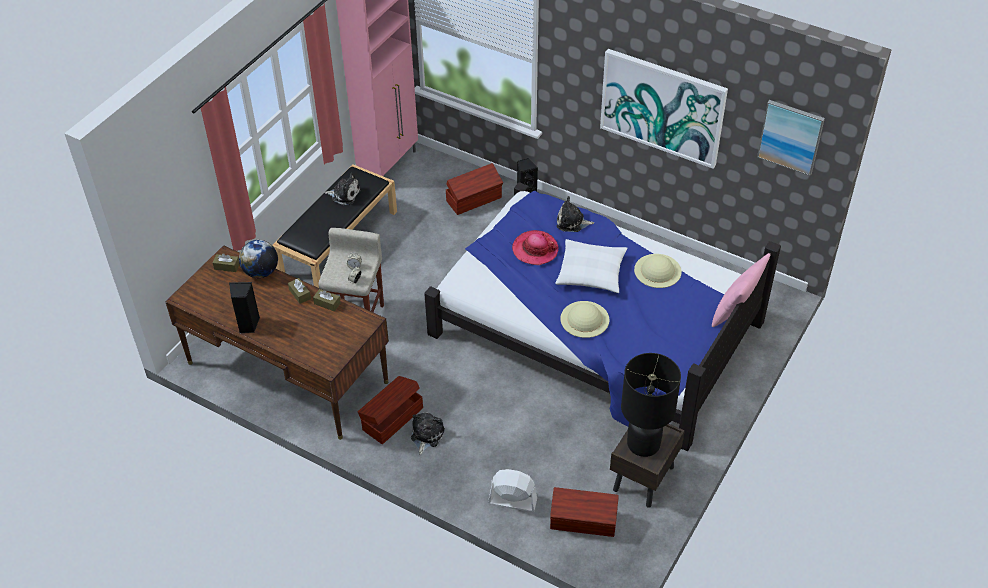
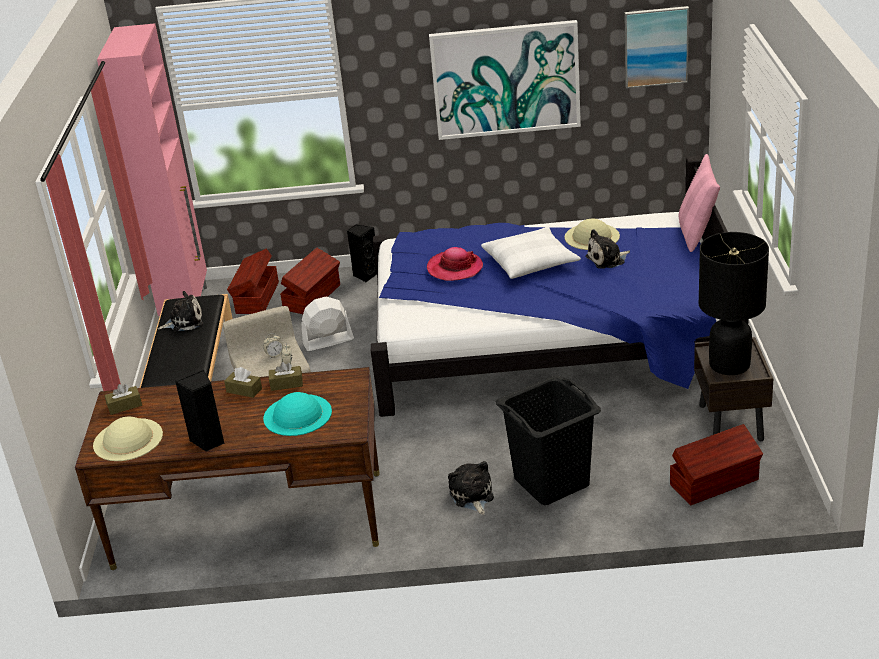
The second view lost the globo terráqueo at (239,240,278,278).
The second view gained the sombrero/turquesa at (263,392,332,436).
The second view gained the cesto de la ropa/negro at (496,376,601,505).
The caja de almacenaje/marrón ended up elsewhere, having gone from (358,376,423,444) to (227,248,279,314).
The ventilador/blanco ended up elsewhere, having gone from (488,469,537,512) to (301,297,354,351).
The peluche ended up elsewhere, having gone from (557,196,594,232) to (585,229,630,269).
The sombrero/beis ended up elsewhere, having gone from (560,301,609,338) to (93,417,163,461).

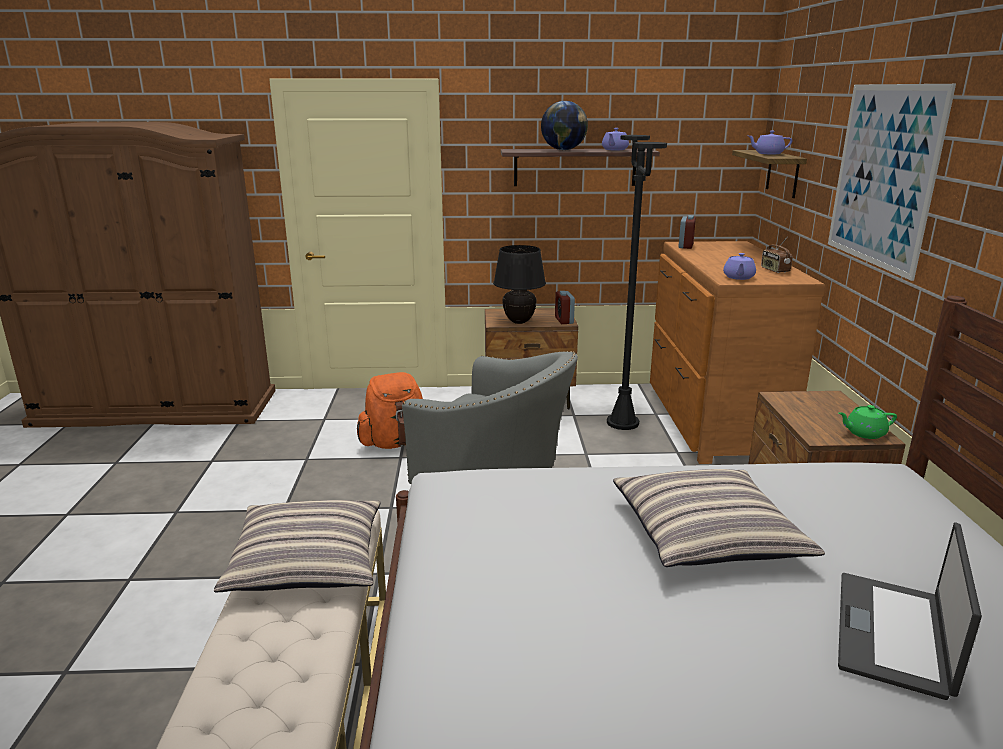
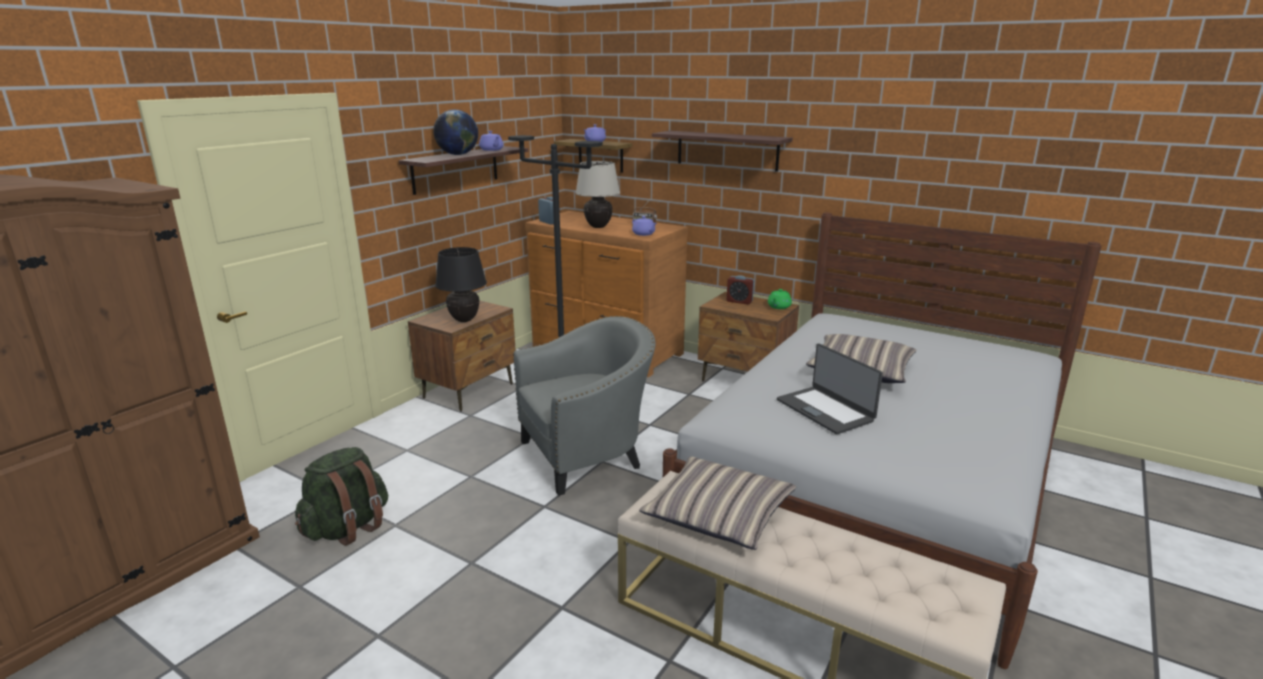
The second view lost the mochila/naranja at (357,372,423,449).
The second view gained the mochila/verde at (295,447,388,546).
The second view gained the lámpara de mesa/beis at (575,161,620,228).
The despertador ended up elsewhere, having gone from (555,291,575,324) to (727,275,754,304).
The portátil ended up elsewhere, having gone from (838,522,982,700) to (777,343,883,434).
Where the cuadro hung at (828,84,956,281), the estante came to hang at (652,131,793,172).

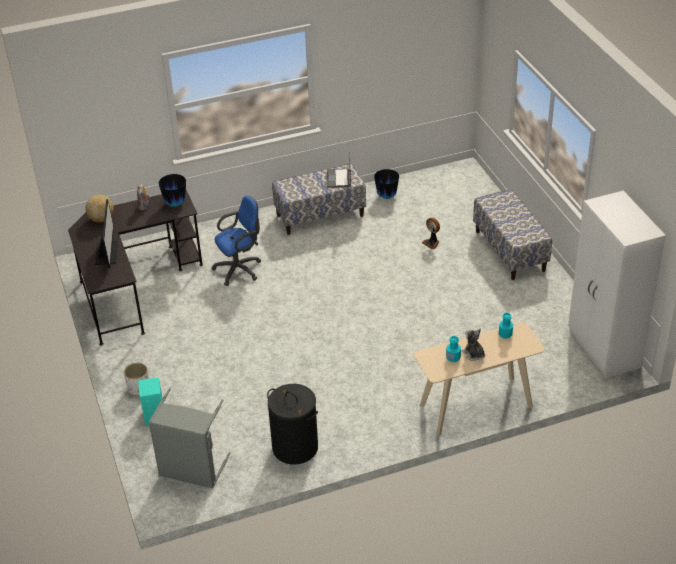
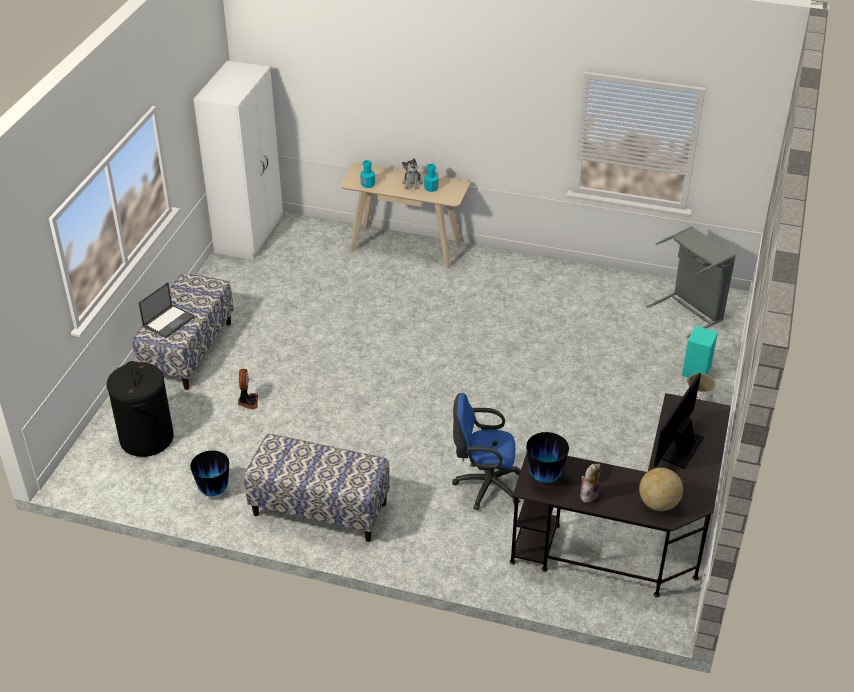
The cesto de la ropa/negro ended up elsewhere, having gone from (267,384,318,465) to (107,361,174,457).
The portátil ended up elsewhere, having gone from (327,151,351,188) to (139,282,195,338).

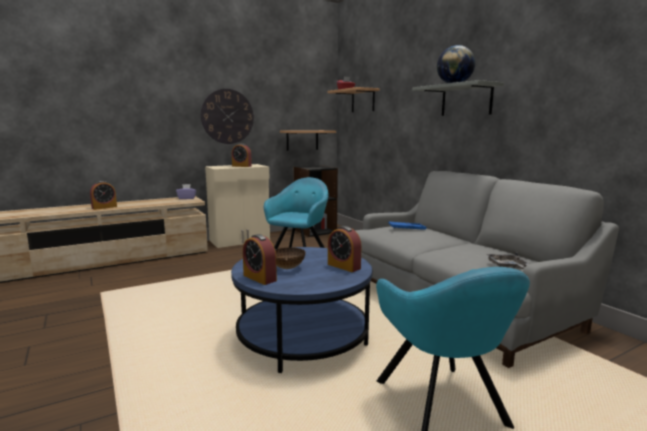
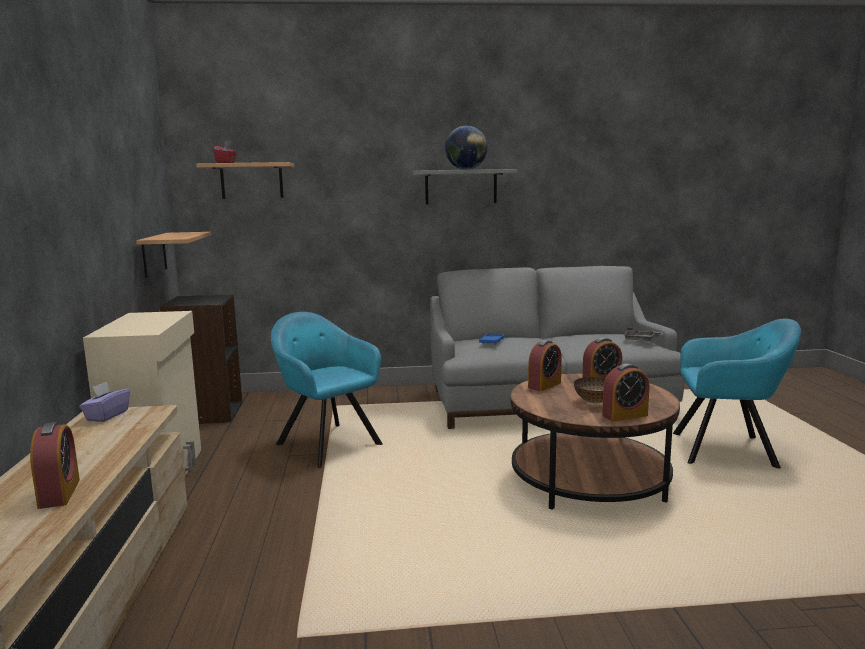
The second view lost the reloj de pared at (201,89,254,144).
The despertador ended up elsewhere, having gone from (232,143,252,167) to (528,340,562,391).
What was the mesa de centro/azul at (231,247,372,373) turned into the mesa de centro/marrón at (510,373,680,510).

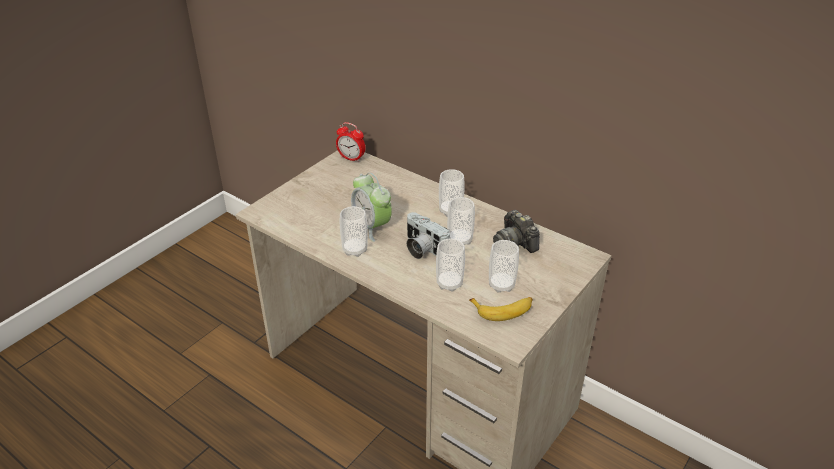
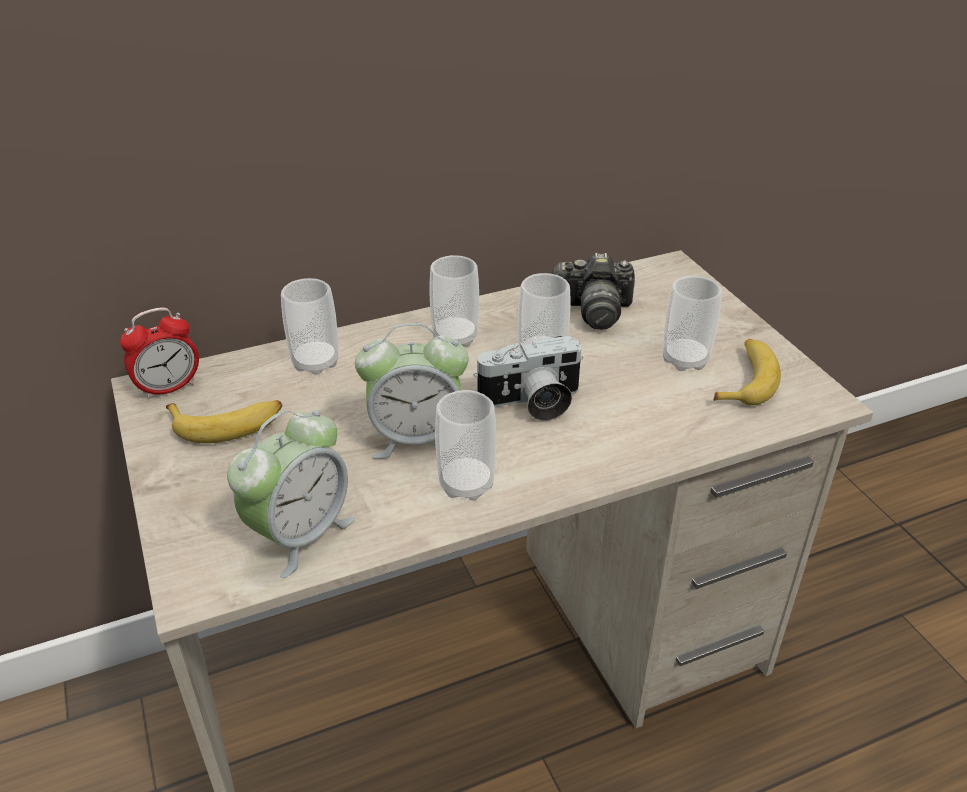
The second view gained the plátano at (166,400,282,443).
The second view gained the despertador at (227,410,355,578).
The taza ended up elsewhere, having gone from (436,239,465,292) to (281,278,339,375).

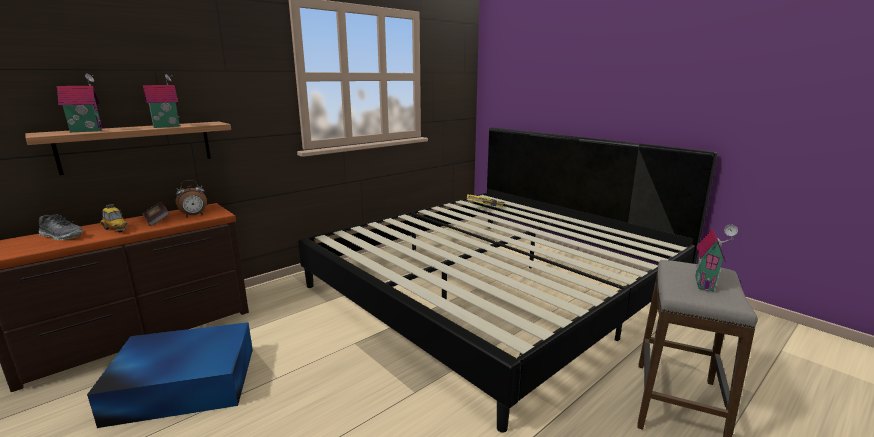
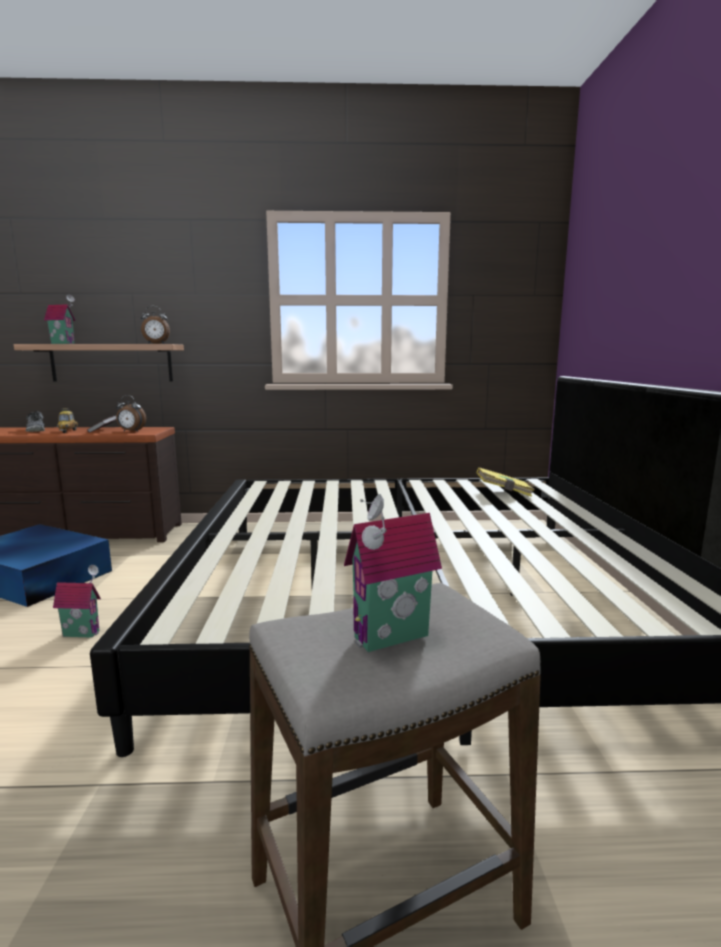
The second view gained the despertador at (141,306,170,344).
The casita ended up elsewhere, having gone from (143,74,181,128) to (53,565,101,638).

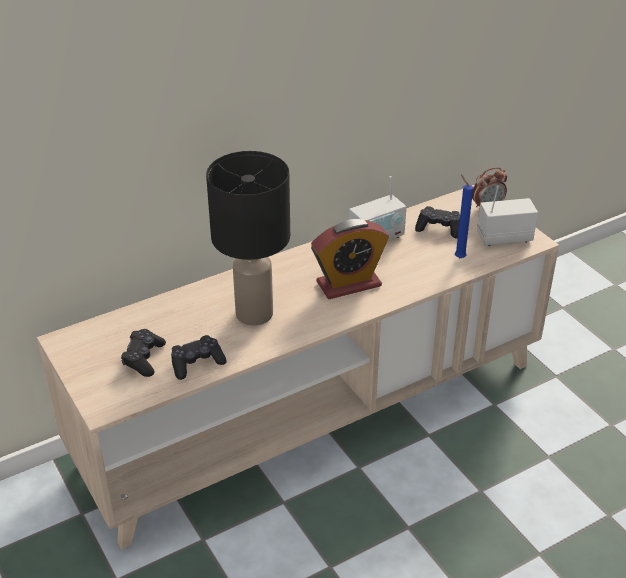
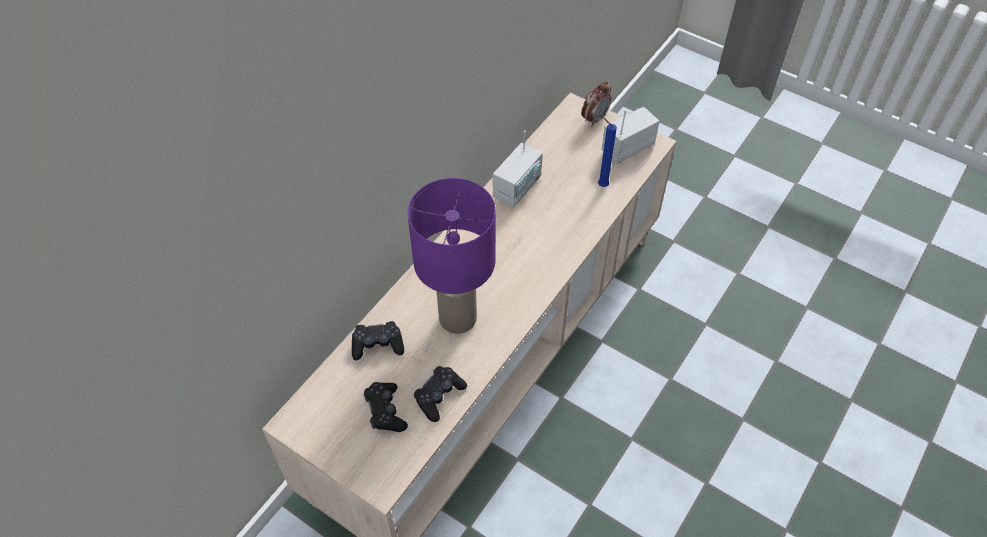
The second view lost the despertador at (311,219,389,299).
The mando de consola/negro ended up elsewhere, having gone from (415,206,460,238) to (352,321,404,360).
What was the lámpara de mesa/negro at (206,151,290,326) turned into the lámpara de mesa/morado at (408,178,496,334).

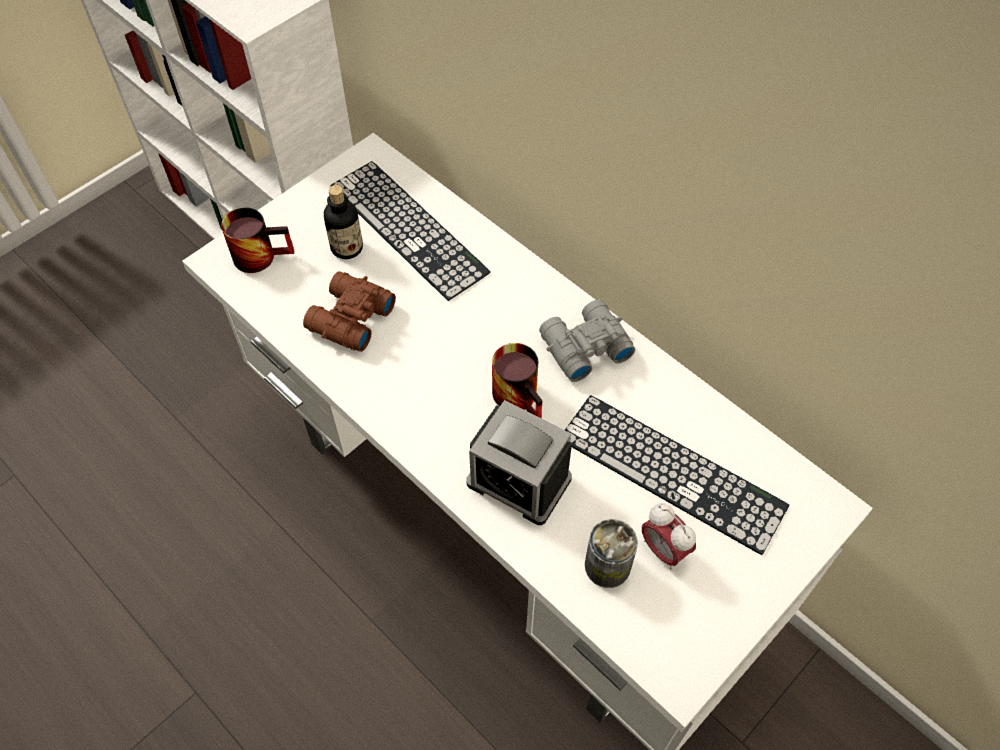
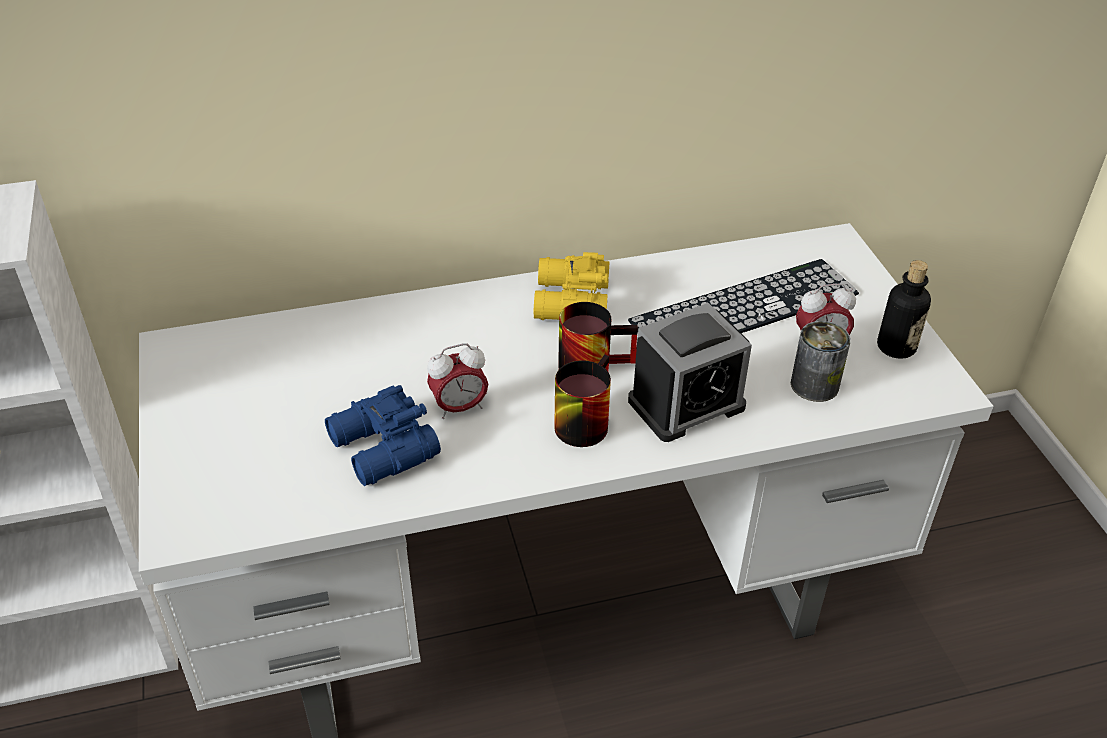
The second view lost the teclado at (330,161,490,301).
The second view gained the despertador at (427,343,488,419).
The taza grande ended up elsewhere, having gone from (221,207,294,273) to (554,355,611,447).
The botella ended up elsewhere, having gone from (324,185,363,259) to (877,260,931,359).
What was the prismáticos/marrón at (303,271,396,352) turned into the prismáticos/azul at (325,385,441,486).
What was the prismáticos/gris at (539,299,635,382) turned into the prismáticos/amarillo at (534,252,609,320).

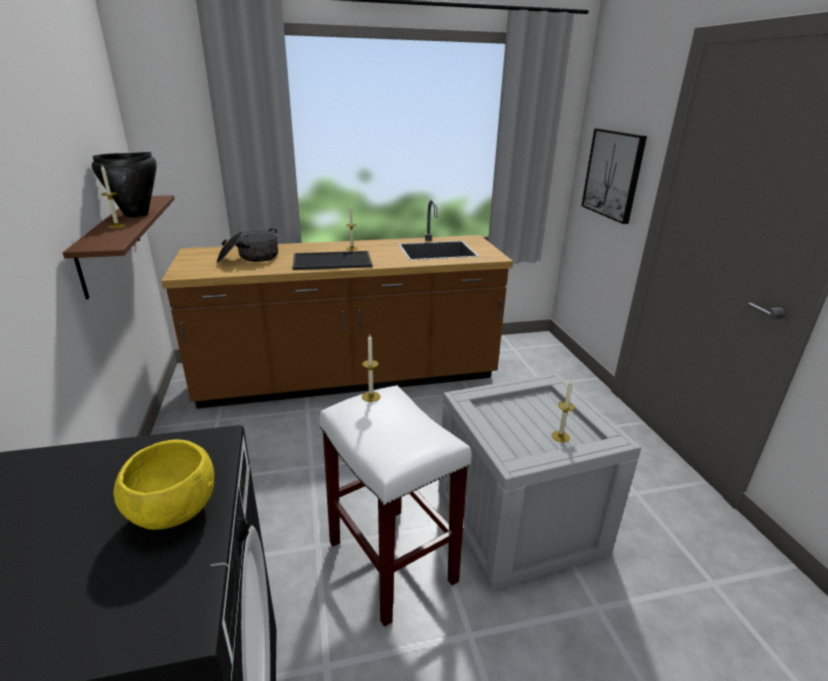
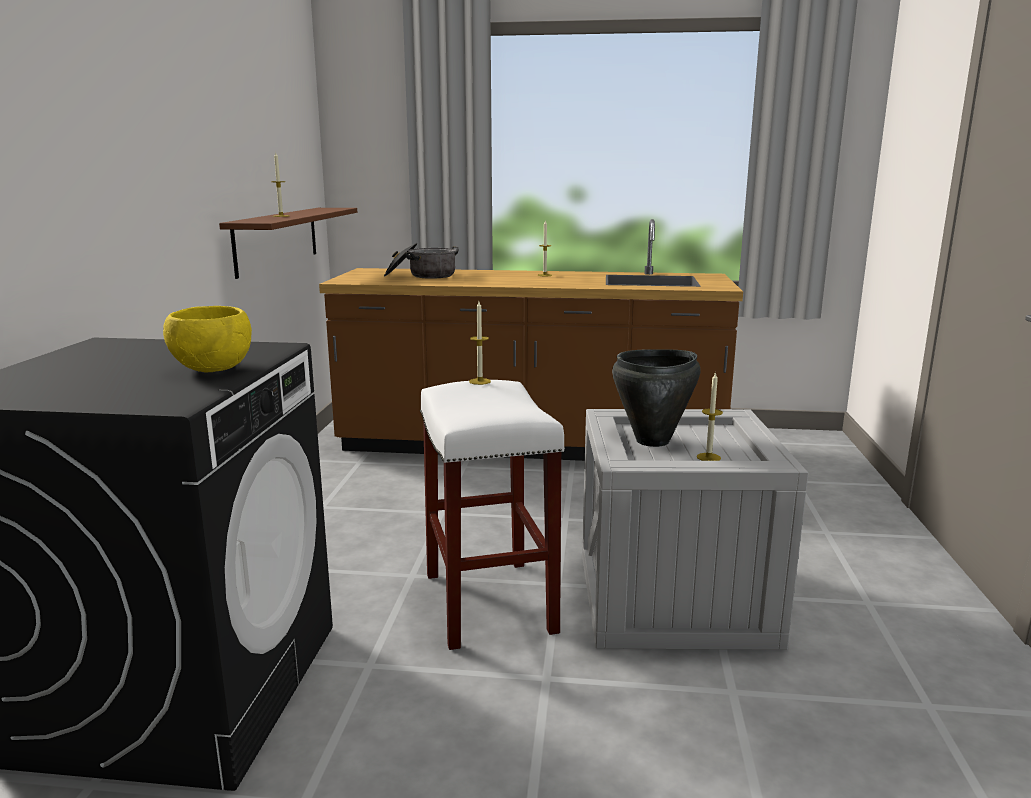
The second view lost the bandeja at (293,251,372,270).
The second view lost the cuadro at (582,128,647,224).
The olla/negro ended up elsewhere, having gone from (92,152,157,217) to (612,349,701,447).

